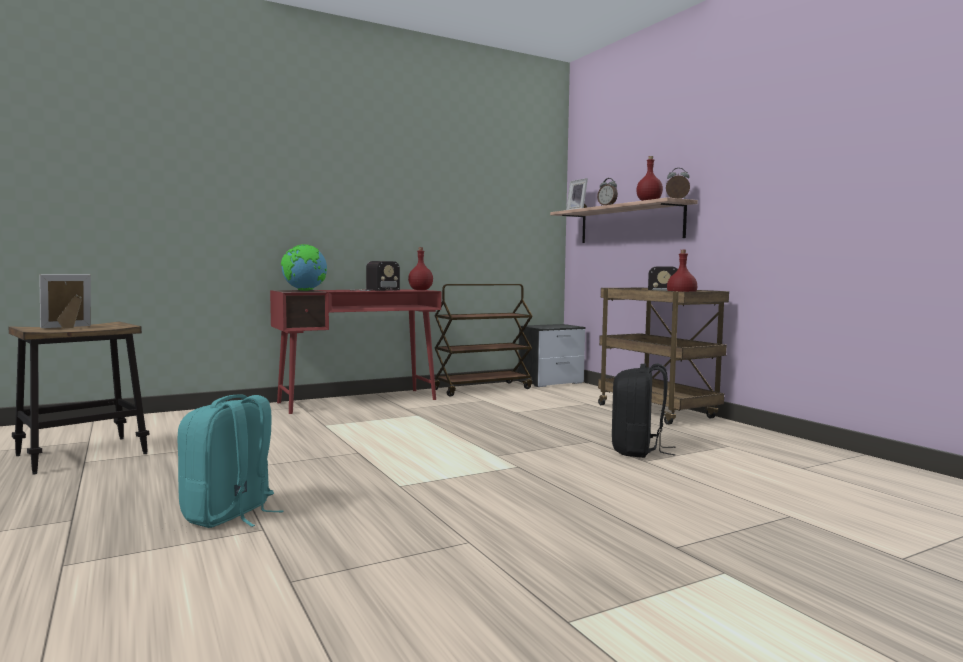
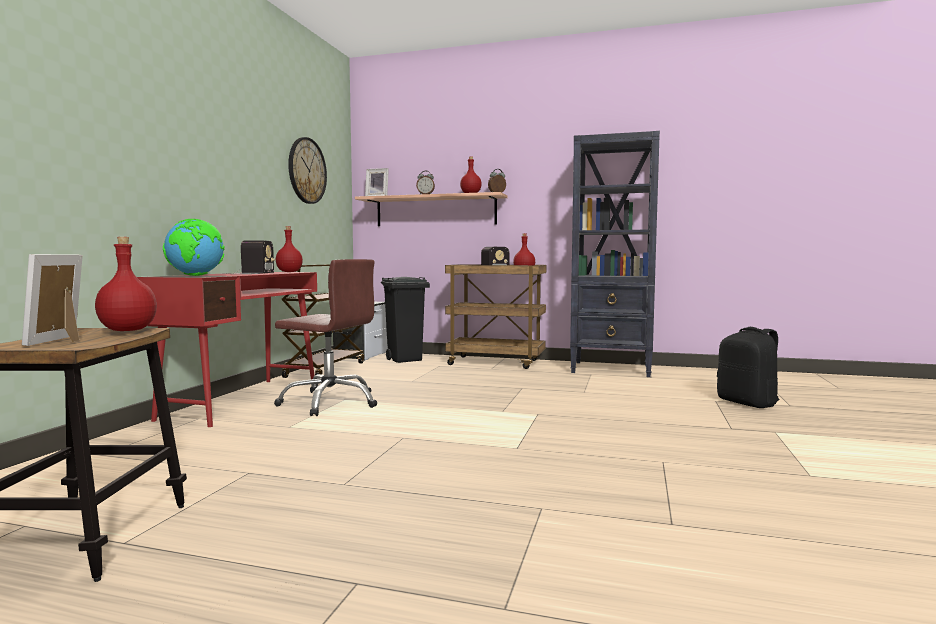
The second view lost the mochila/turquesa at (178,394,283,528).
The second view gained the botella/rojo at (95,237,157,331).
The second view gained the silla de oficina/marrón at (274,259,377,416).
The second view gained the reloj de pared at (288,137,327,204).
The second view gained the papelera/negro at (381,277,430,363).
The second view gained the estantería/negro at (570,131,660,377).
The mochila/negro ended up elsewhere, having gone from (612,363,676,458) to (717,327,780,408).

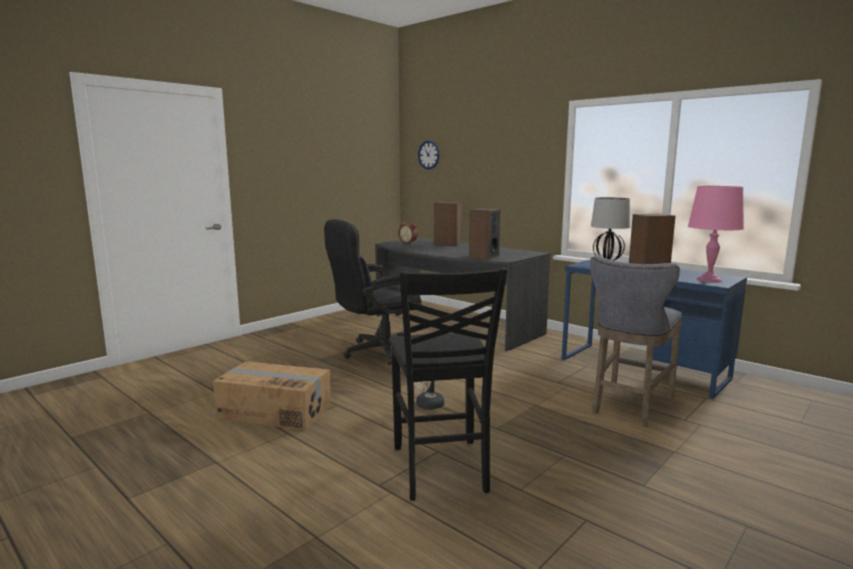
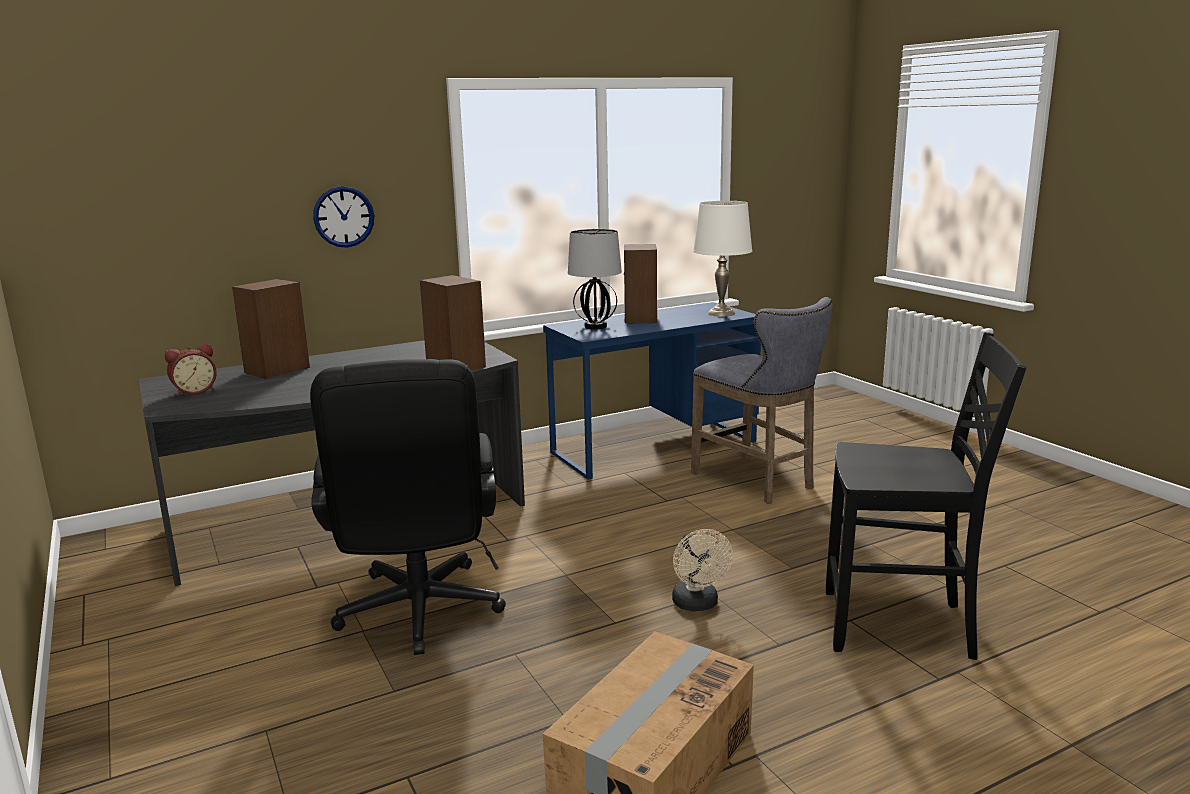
The reloj de pared ended up elsewhere, having gone from (418,140,439,169) to (313,186,374,248).
What was the lámpara de mesa/rosa at (688,186,744,283) turned into the lámpara de mesa/blanco at (693,201,752,317).

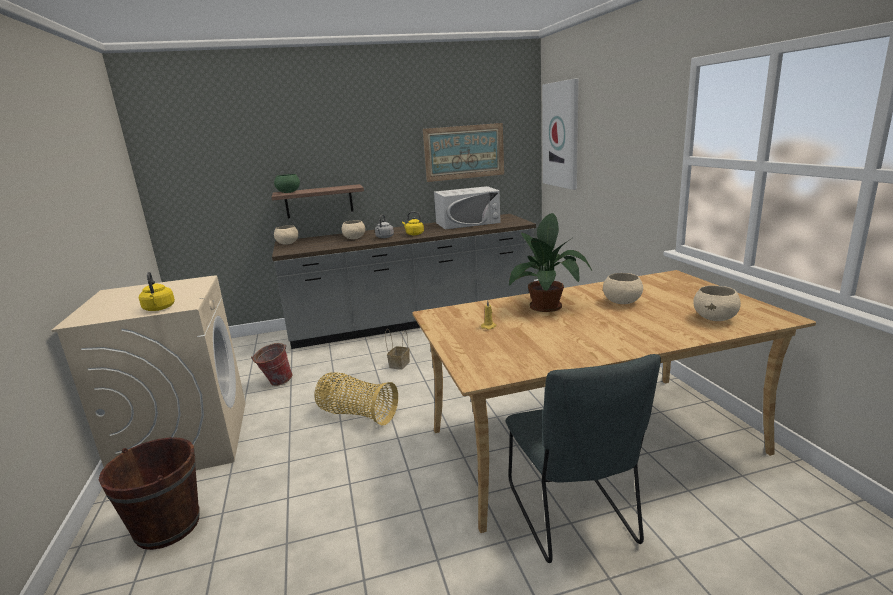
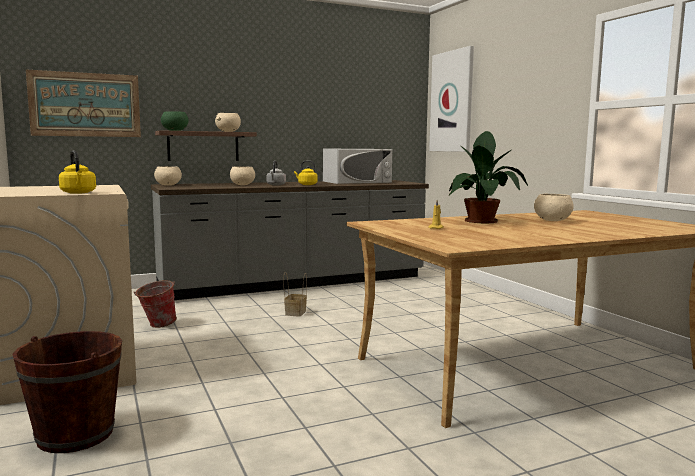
The second view lost the cesta at (314,372,398,426).
The second view lost the silla/gris at (506,354,661,563).
The cuadro ended up elsewhere, having gone from (423,123,504,182) to (26,70,141,137).
The cuenco/beis ended up elsewhere, having gone from (693,285,741,321) to (215,113,241,132).

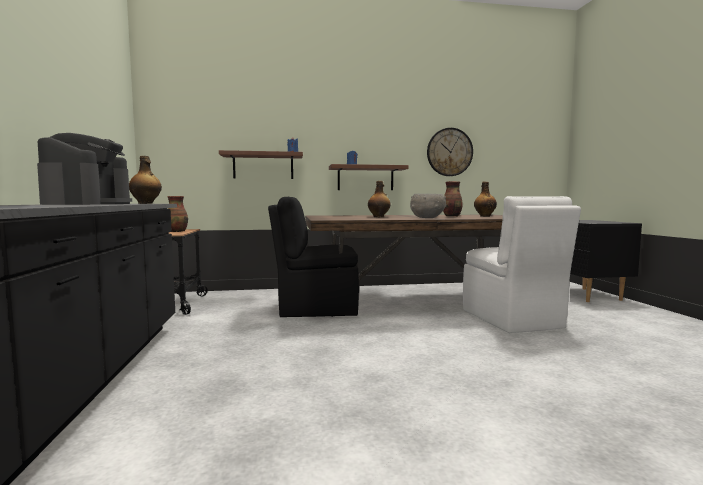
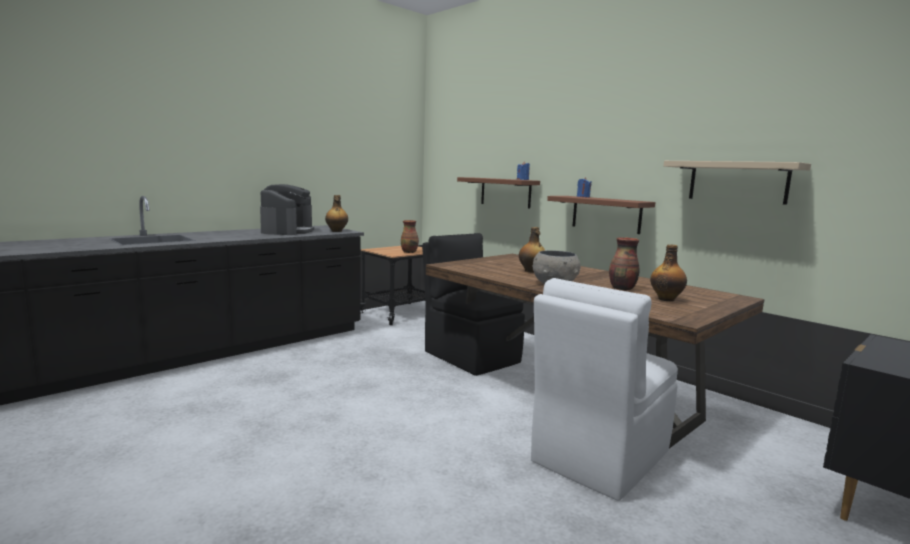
Where the reloj de pared hung at (427,128,473,176), the estante/beis came to hang at (663,161,811,205).
The cafetera at (37,133,132,205) ended up facing another way, 45 degrees counterclockwise from before.

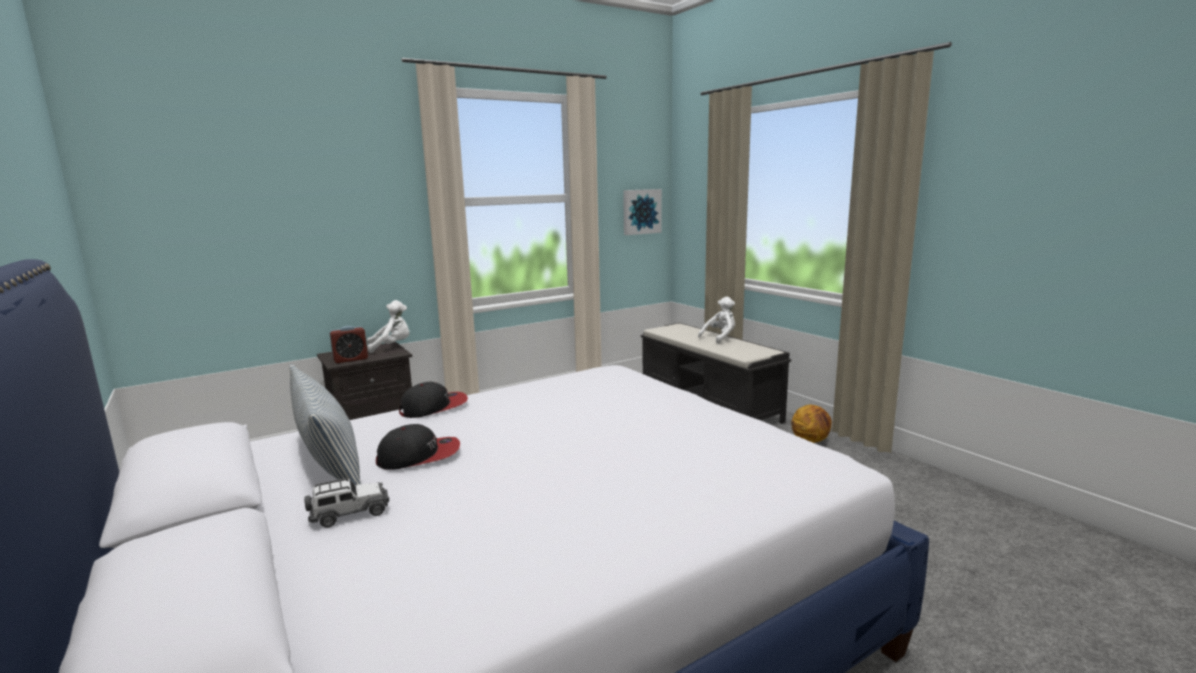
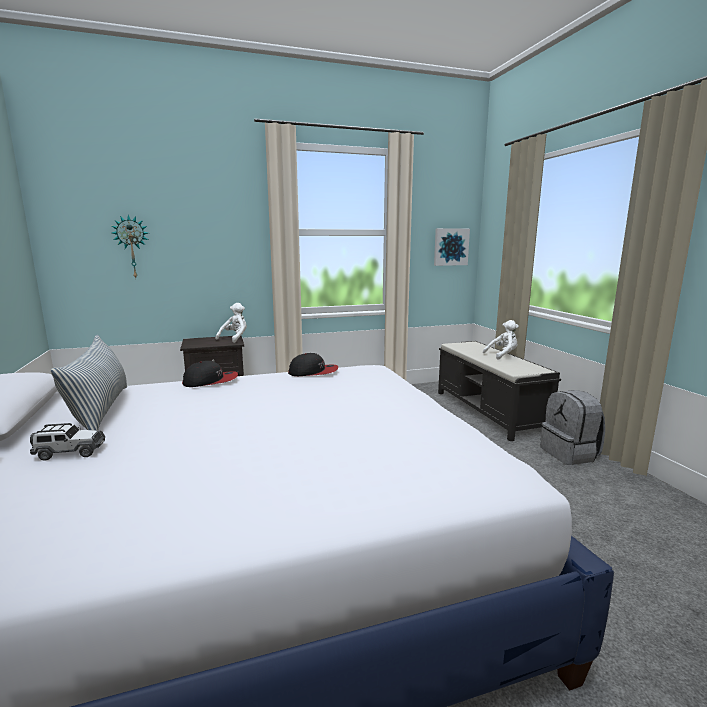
The second view lost the despertador at (330,326,368,363).
The second view gained the reloj de pared at (112,215,148,278).
The gorra ended up elsewhere, having gone from (376,424,460,470) to (288,353,338,376).
Where the balón de baloncesto stood at (791,405,832,443), the mochila/gris came to stand at (540,390,605,465).
The peluche/blanco at (367,300,410,353) ended up facing another way, 60 degrees counterclockwise from before.

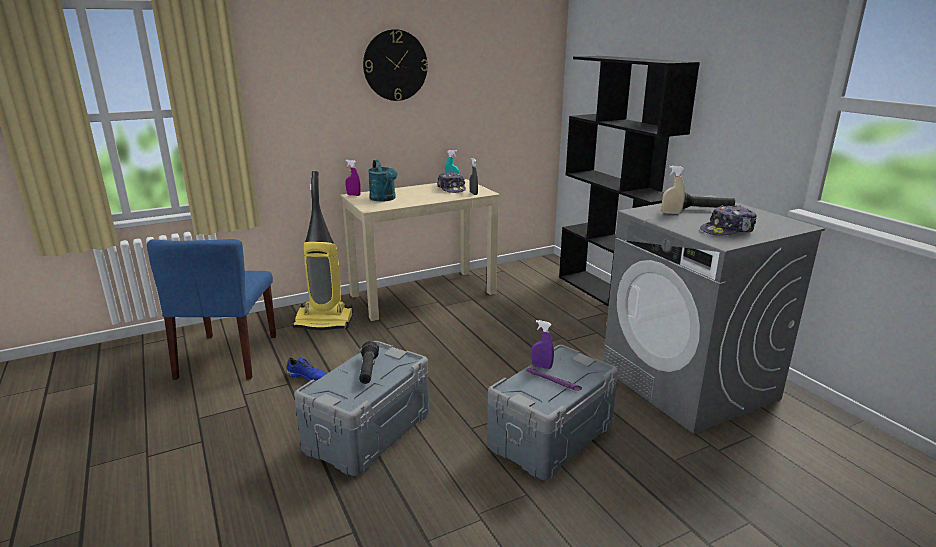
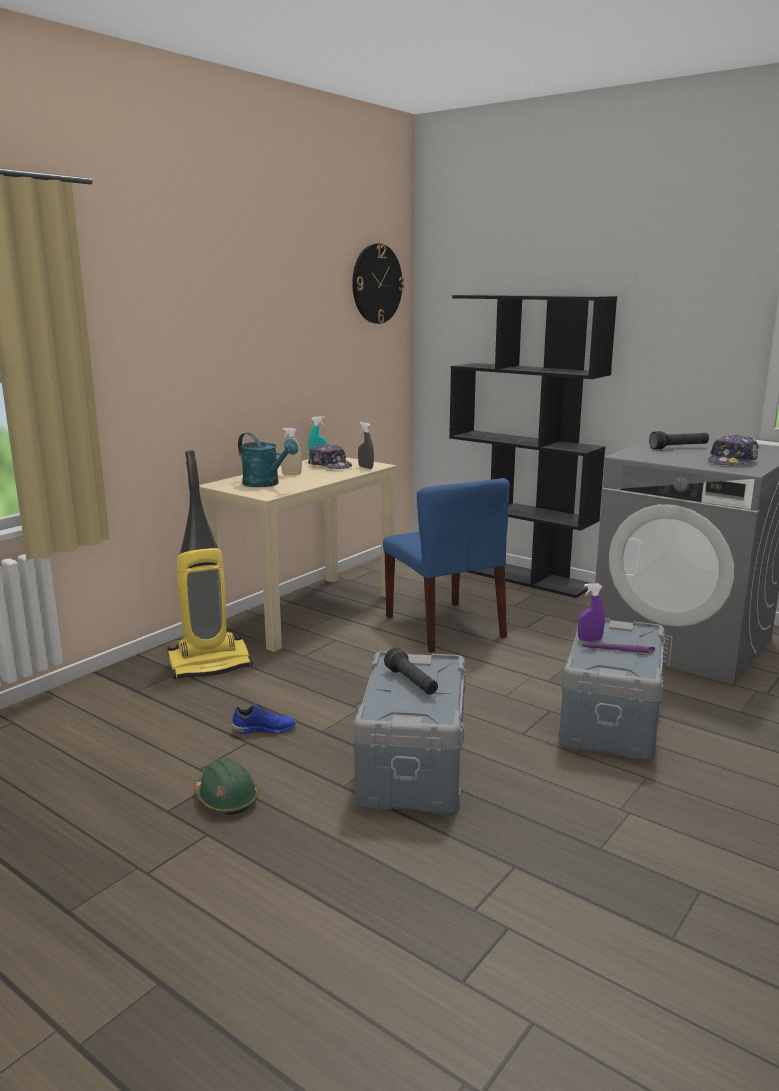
The second view lost the pulverizador/morado at (345,160,361,196).
The second view gained the casco/verde at (194,758,258,815).
The silla/azul ended up elsewhere, having gone from (147,239,276,380) to (383,478,510,653).
The reloj de pared ended up elsewhere, having gone from (363,29,428,101) to (352,243,404,324).
The pulverizador/beis ended up elsewhere, having gone from (662,166,685,214) to (281,428,302,475).

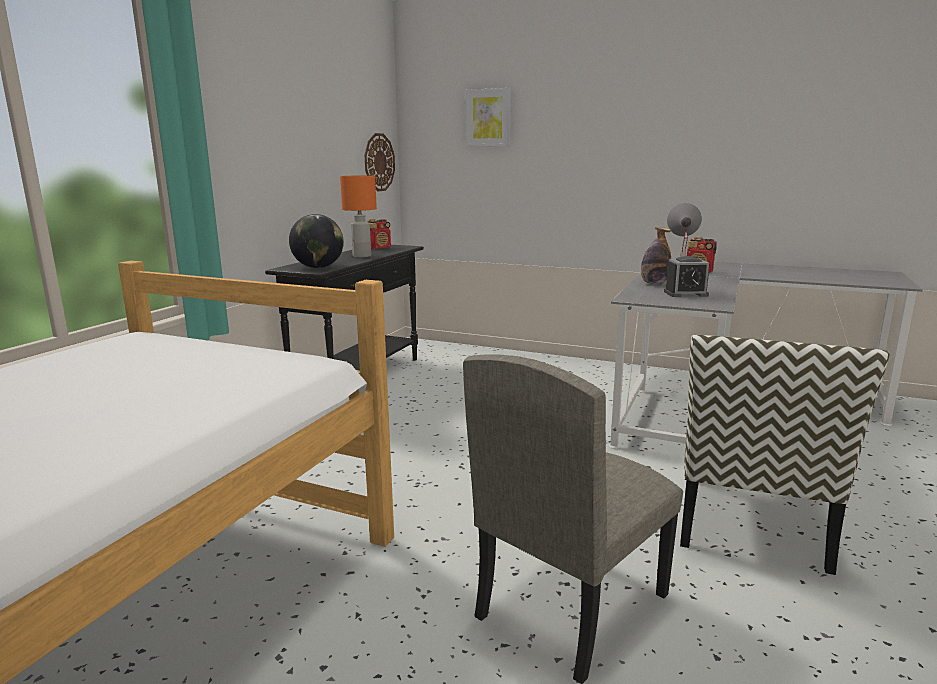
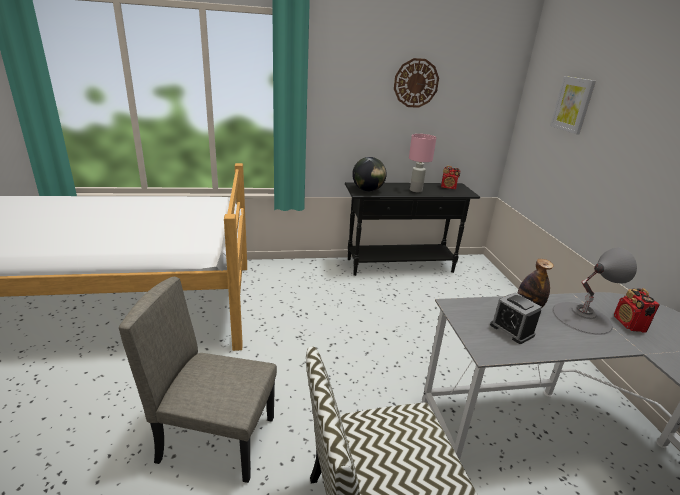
The reloj de pared ended up elsewhere, having gone from (365,133,395,191) to (394,58,439,108).
What was the lámpara de mesa/naranja at (340,175,377,257) turned into the lámpara de mesa/rosa at (409,134,436,192).

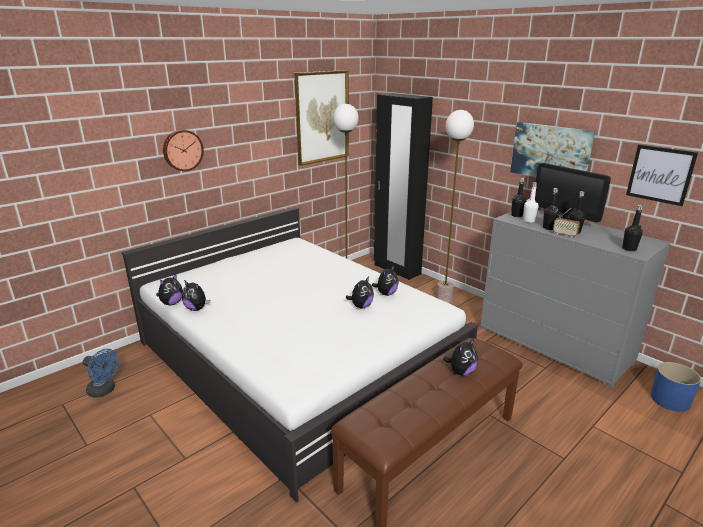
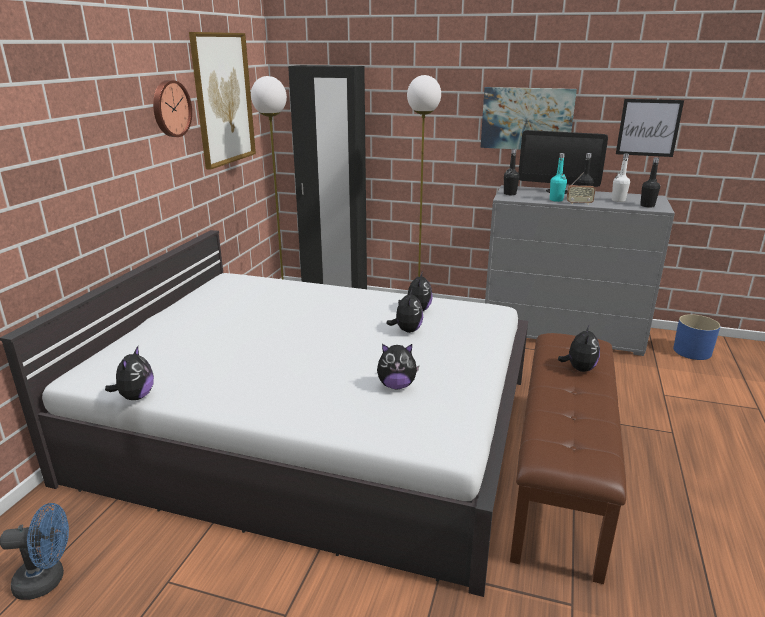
The reloj de pared ended up elsewhere, having gone from (163,130,204,171) to (153,80,192,137).
The peluche ended up elsewhere, having gone from (182,280,210,311) to (377,344,419,389).
The botella/blanco ended up elsewhere, having gone from (523,182,539,223) to (612,153,630,202).
What was the botella/negro at (543,188,559,230) turned into the botella/turquesa at (550,153,567,202).

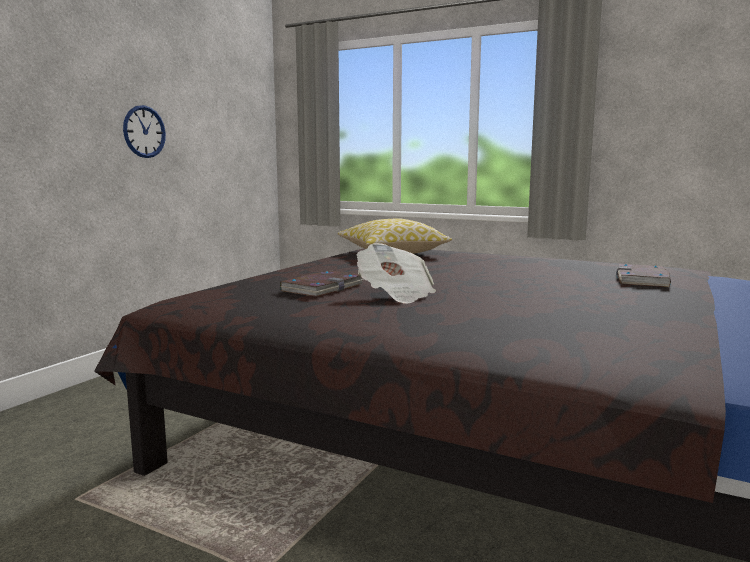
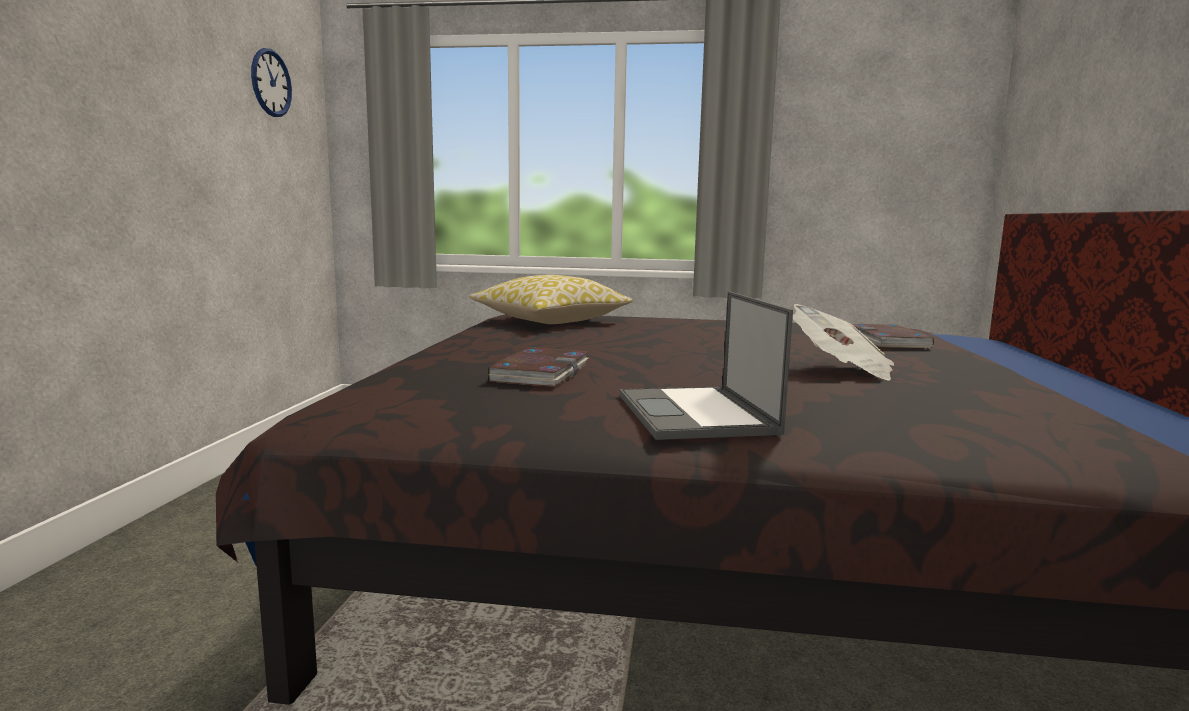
The second view gained the portátil at (620,291,793,440).
The reloj de pared ended up elsewhere, having gone from (123,105,166,158) to (251,48,292,117).
The periódico ended up elsewhere, having gone from (356,243,436,304) to (793,304,894,381).

